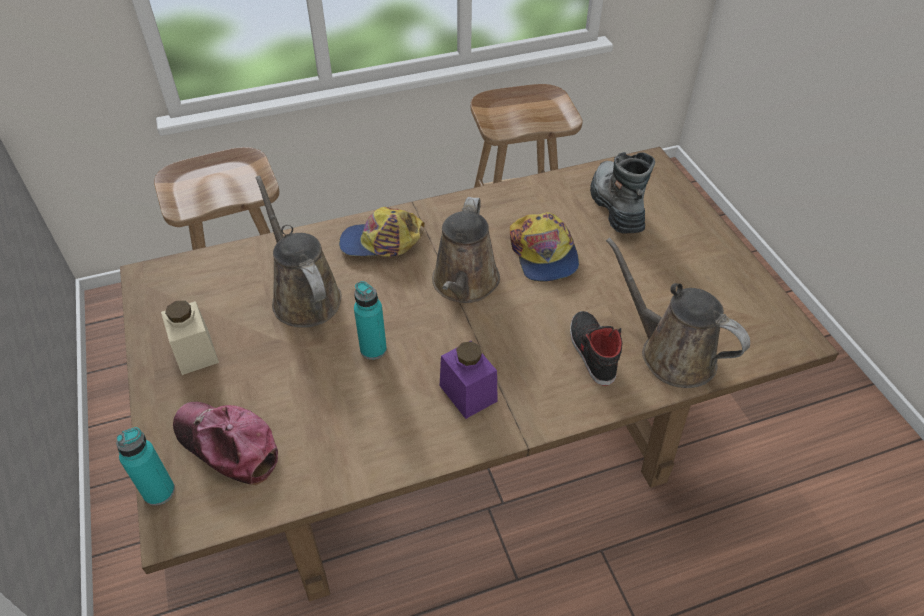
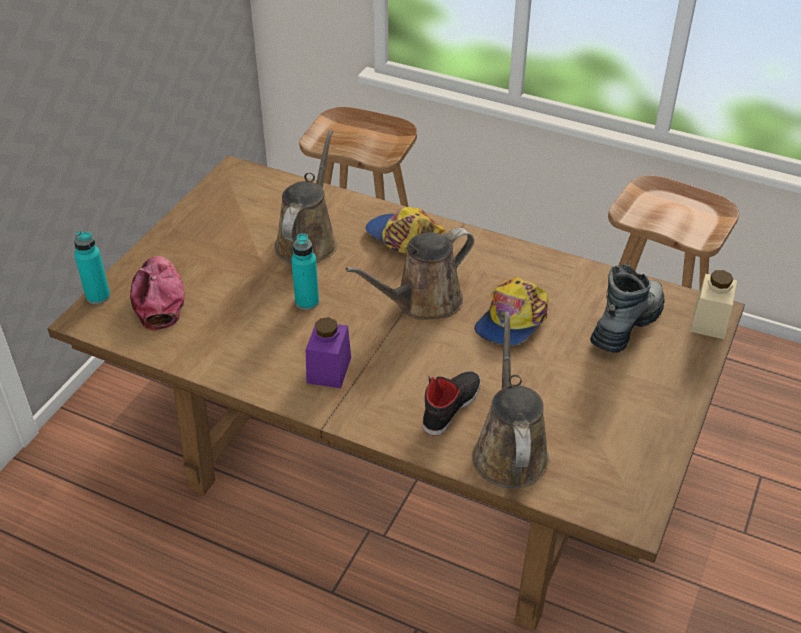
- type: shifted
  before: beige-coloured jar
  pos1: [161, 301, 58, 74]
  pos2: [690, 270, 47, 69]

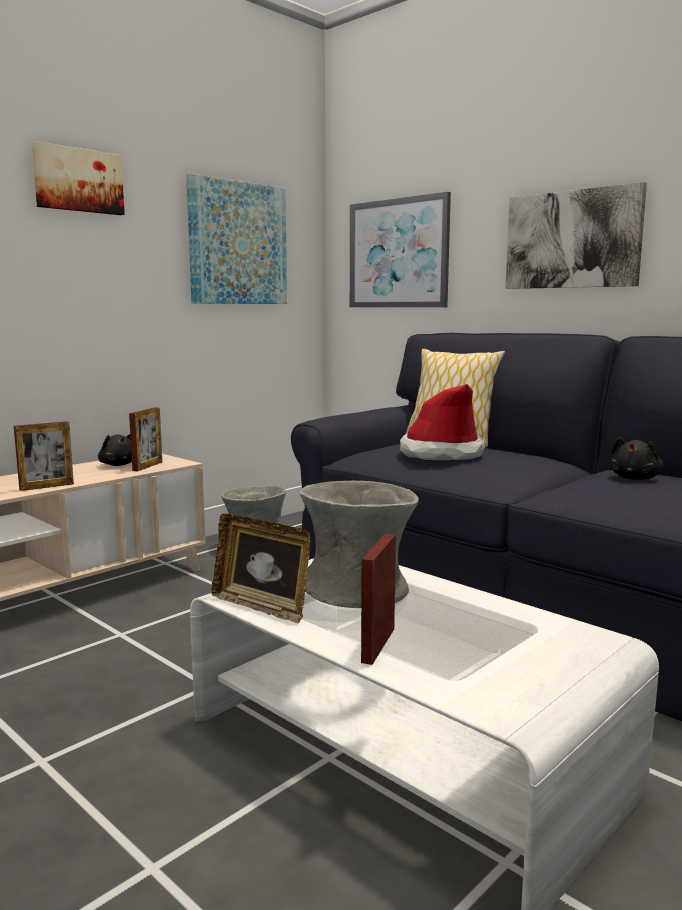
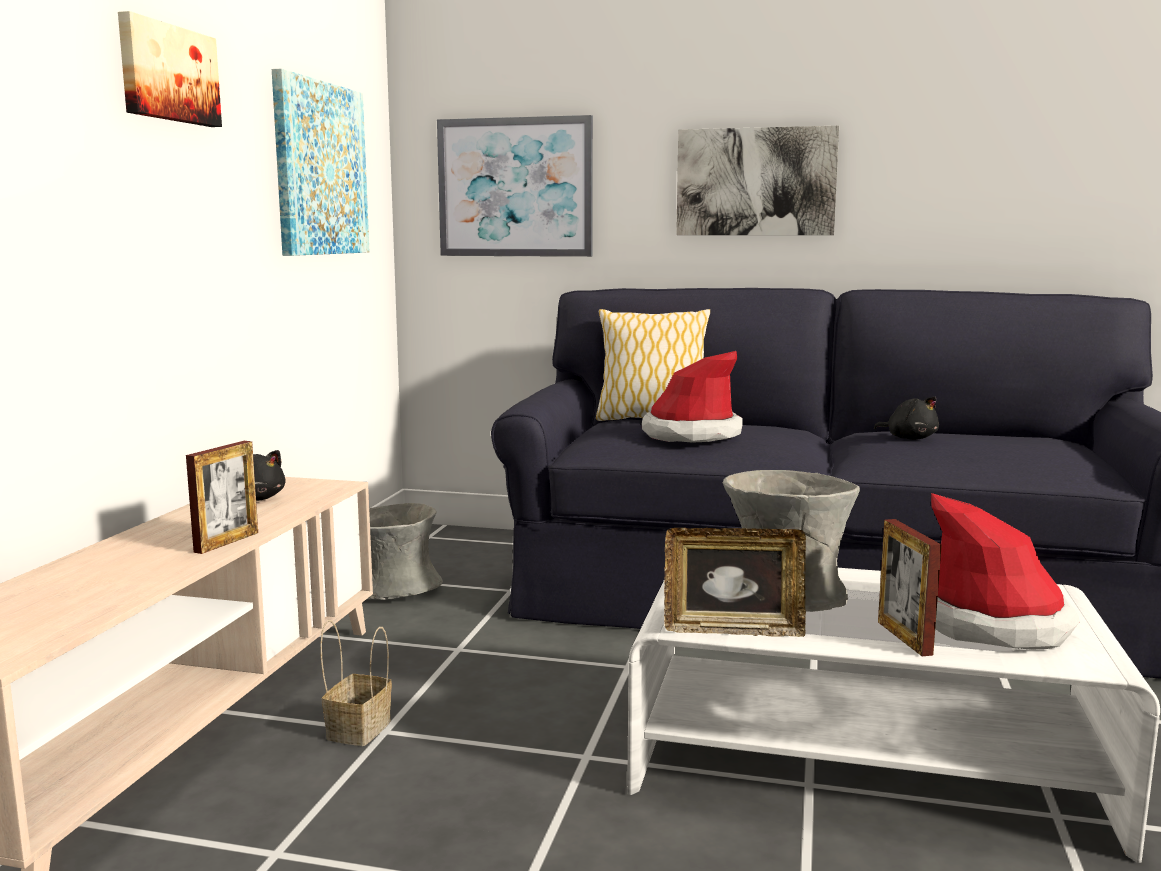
- type: new
  after: household basket
  pos2: [320, 620, 72, 126]
- type: rotated
  before: black plush toy
  pos1: [610, 437, 53, 43]
  pos2: [874, 397, 65, 43]
  turn: -45
- type: new
  after: hat
  pos2: [931, 493, 149, 157]
- type: gone
  before: picture frame
  pos1: [129, 408, 33, 63]

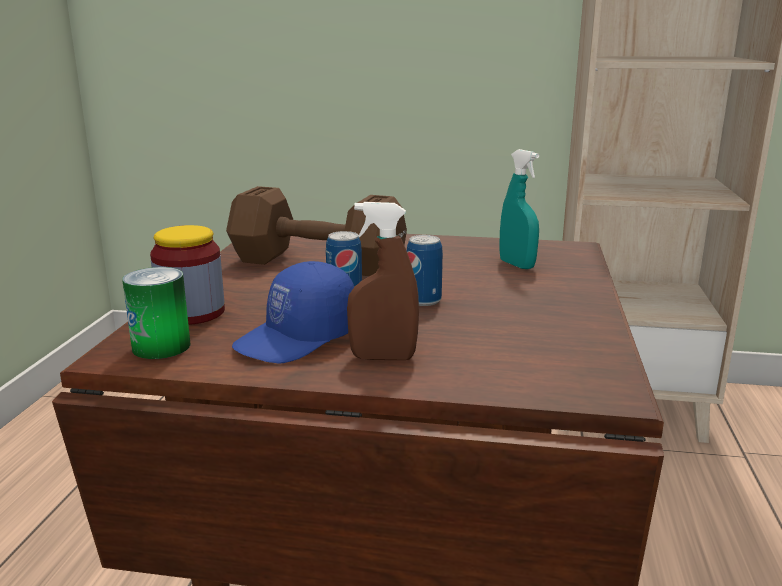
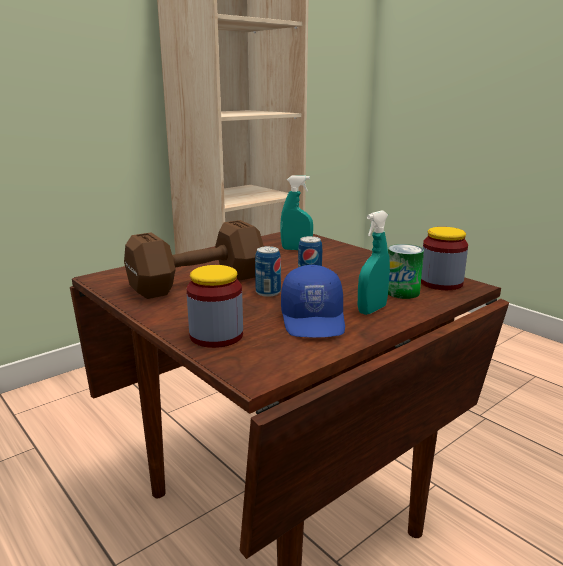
- type: repainted
  before: brown-coloured spray bottle
  after: turquoise-coloured spray bottle
  pos1: [347, 202, 72, 158]
  pos2: [358, 211, 32, 104]
- type: shifted
  before: sealed can
  pos1: [122, 267, 69, 92]
  pos2: [388, 244, 36, 55]
- type: new
  after: jar
  pos2: [421, 227, 47, 63]

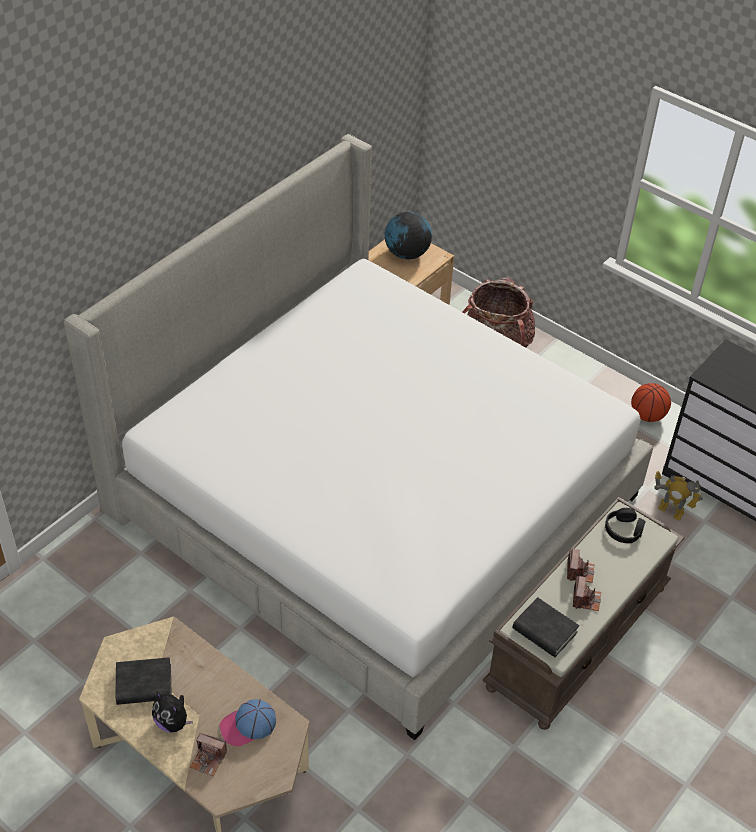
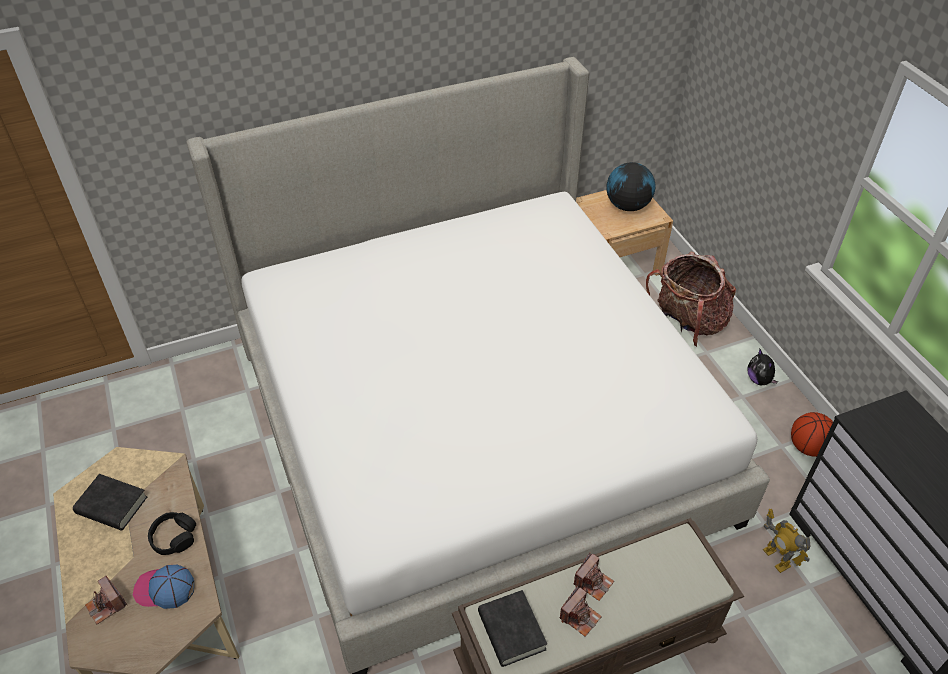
- type: shifted
  before: black pair of headphones
  pos1: [605, 508, 41, 35]
  pos2: [148, 512, 48, 43]
- type: shifted
  before: plush toy
  pos1: [152, 691, 41, 42]
  pos2: [748, 348, 30, 38]

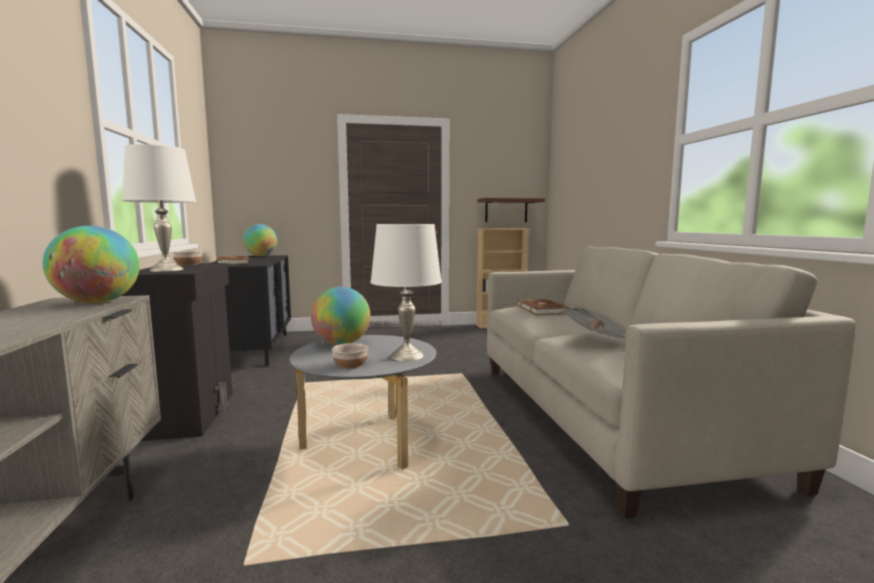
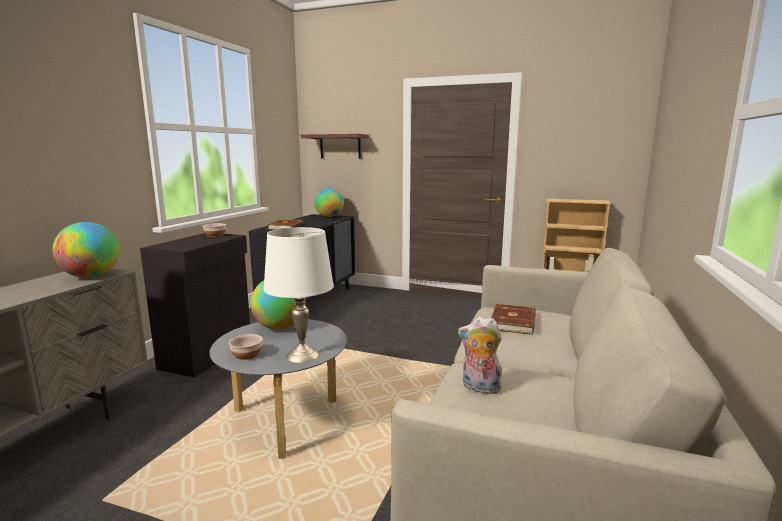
- type: shifted
  before: brown-coloured shelf
  pos1: [477, 198, 68, 24]
  pos2: [301, 134, 67, 25]
- type: swapped
  before: newspaper
  after: plush toy
  pos1: [561, 308, 65, 30]
  pos2: [458, 317, 44, 77]
- type: gone
  before: white lamp for a table
  pos1: [122, 144, 74, 128]

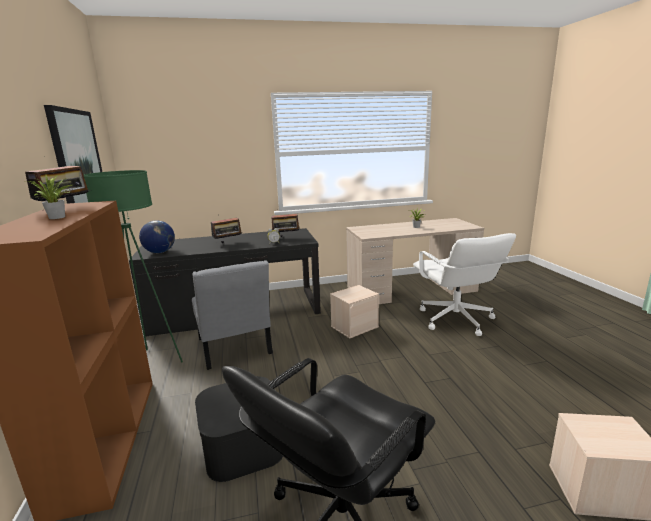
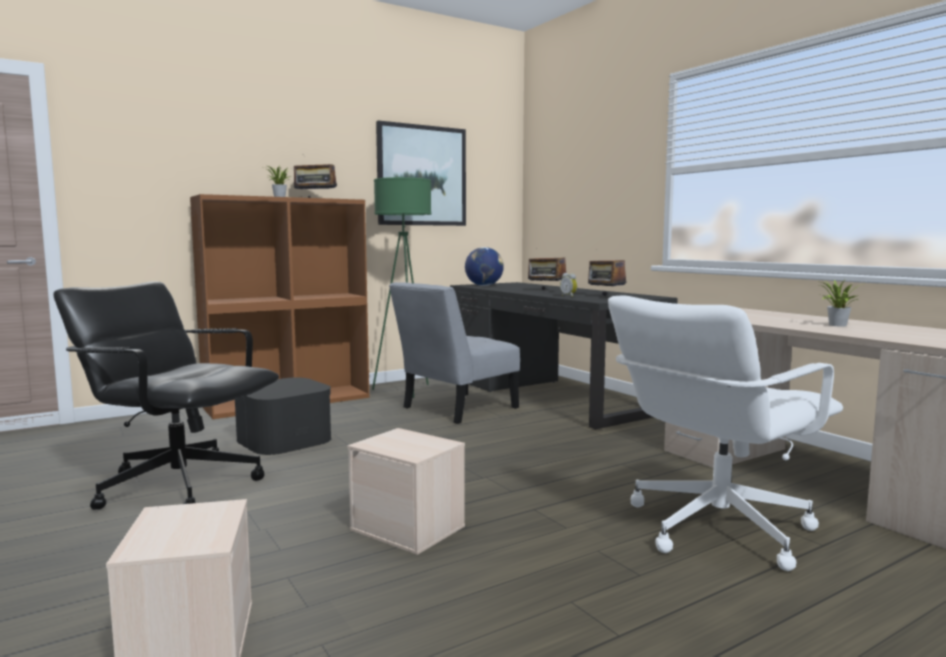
- type: shifted
  before: beige-coloured storage bin
  pos1: [330, 285, 49, 53]
  pos2: [347, 428, 118, 127]

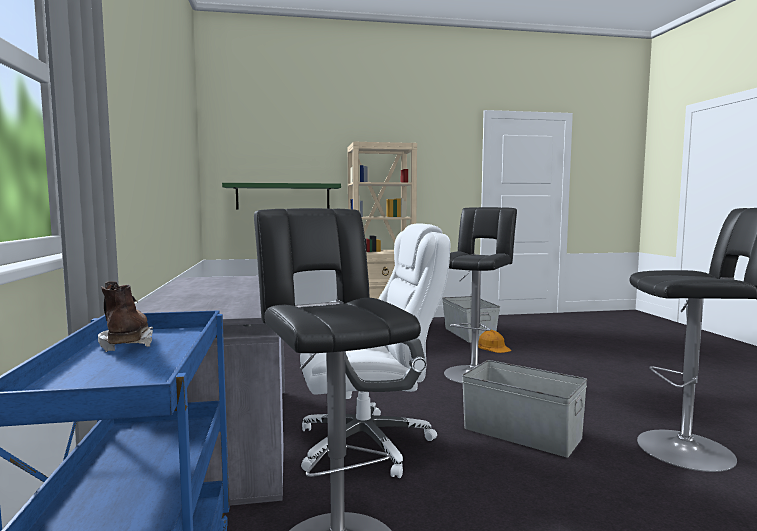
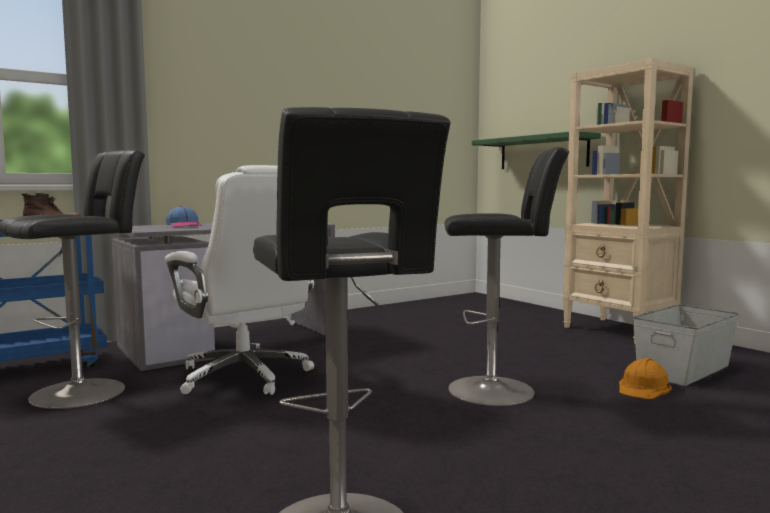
- type: new
  after: cap
  pos2: [166, 206, 36, 21]
- type: gone
  before: greyish storage bin
  pos1: [462, 360, 125, 97]

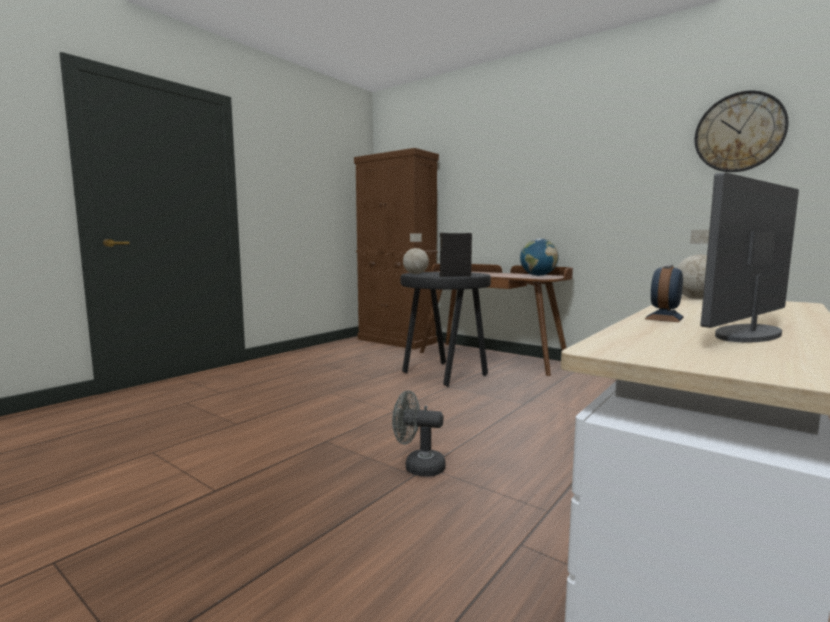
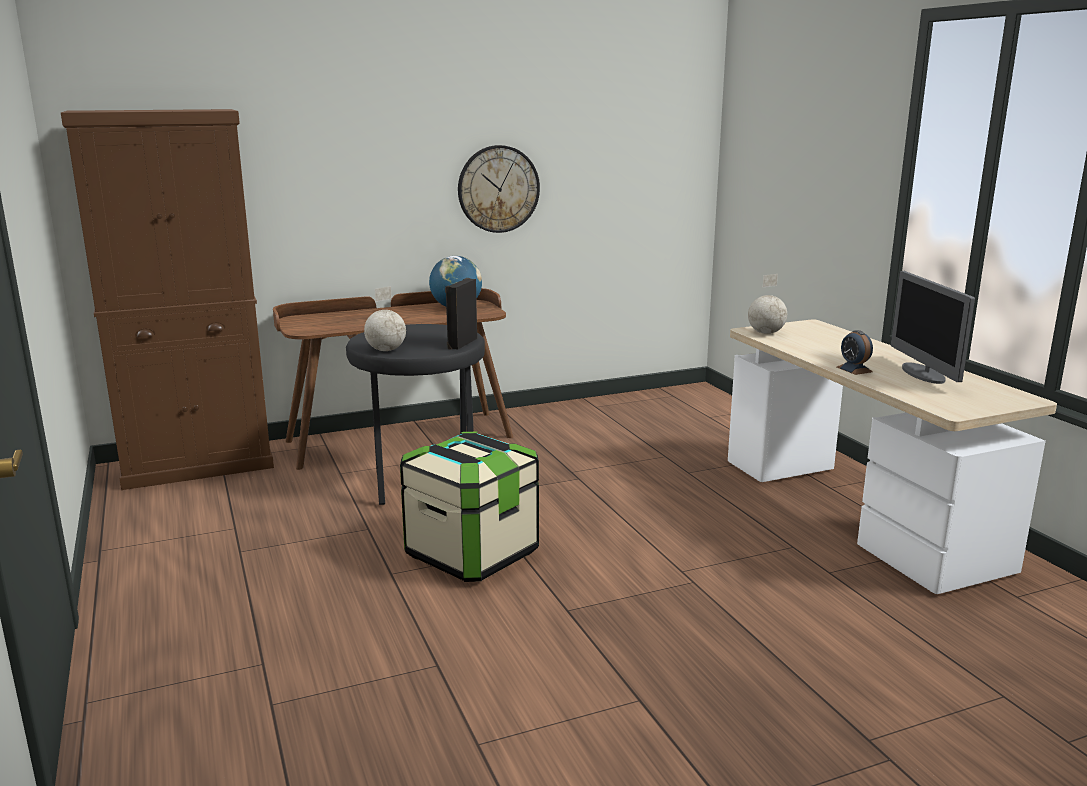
- type: new
  after: storage bin
  pos2: [400, 432, 139, 150]
- type: shifted
  before: clock on the wall
  pos1: [694, 91, 95, 81]
  pos2: [458, 145, 82, 88]
- type: gone
  before: greyish electric fan
  pos1: [392, 390, 54, 86]

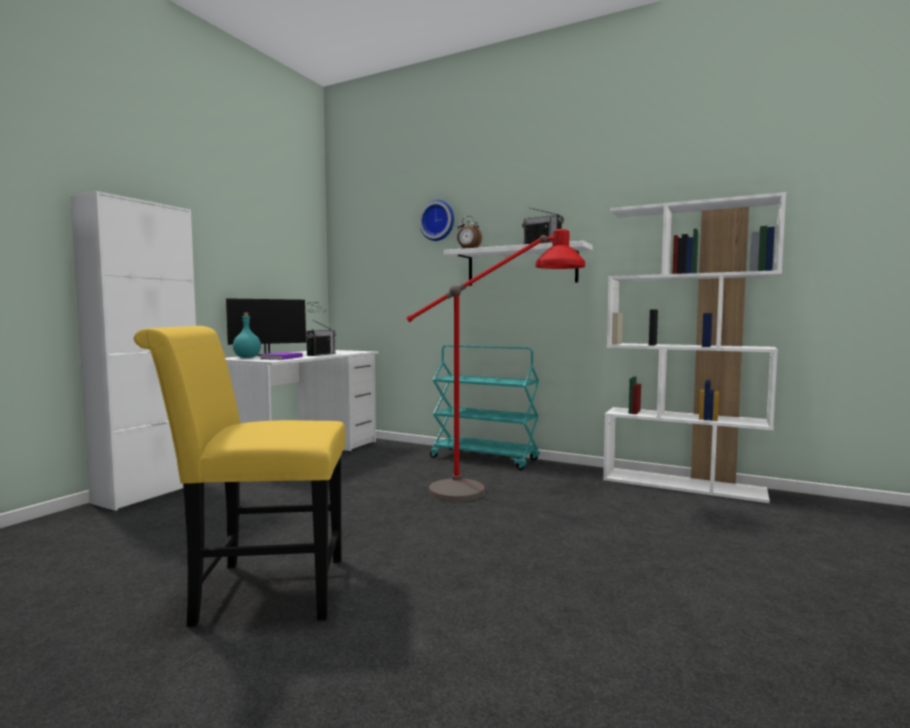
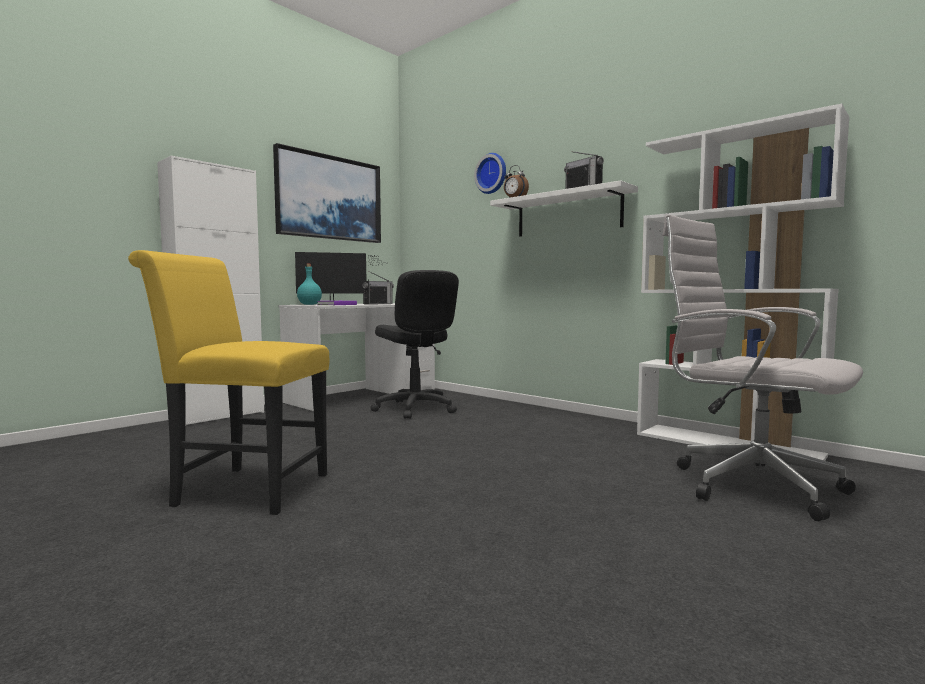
- type: new
  after: wall picture
  pos2: [273, 143, 108, 100]
- type: new
  after: black computer chair
  pos2: [370, 270, 89, 149]
- type: new
  after: white computer chair
  pos2: [663, 215, 200, 306]
- type: gone
  before: red floor lamp
  pos1: [406, 229, 179, 273]
- type: gone
  before: turquoise-coloured cart
  pos1: [430, 345, 110, 125]

